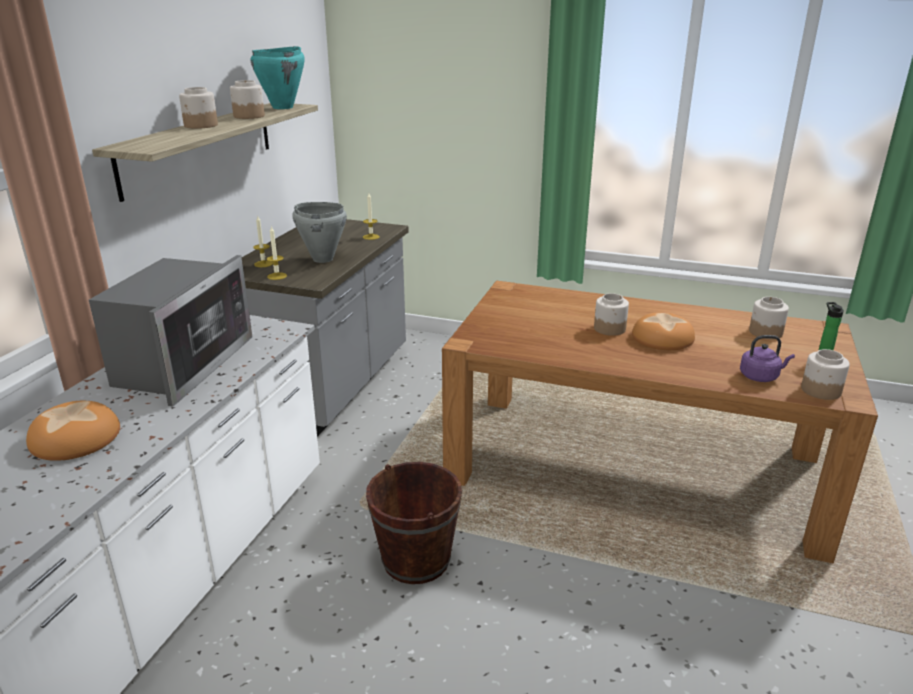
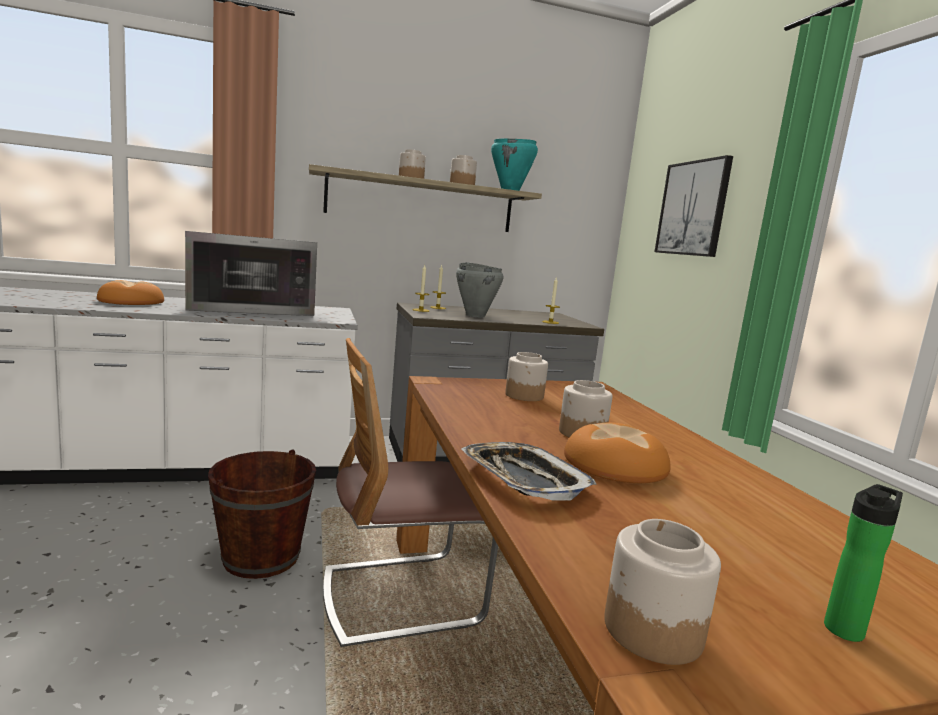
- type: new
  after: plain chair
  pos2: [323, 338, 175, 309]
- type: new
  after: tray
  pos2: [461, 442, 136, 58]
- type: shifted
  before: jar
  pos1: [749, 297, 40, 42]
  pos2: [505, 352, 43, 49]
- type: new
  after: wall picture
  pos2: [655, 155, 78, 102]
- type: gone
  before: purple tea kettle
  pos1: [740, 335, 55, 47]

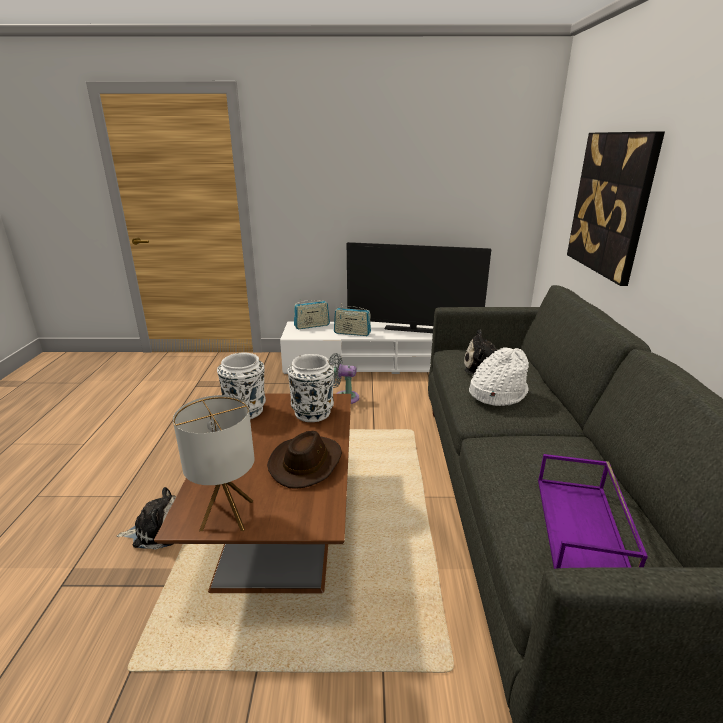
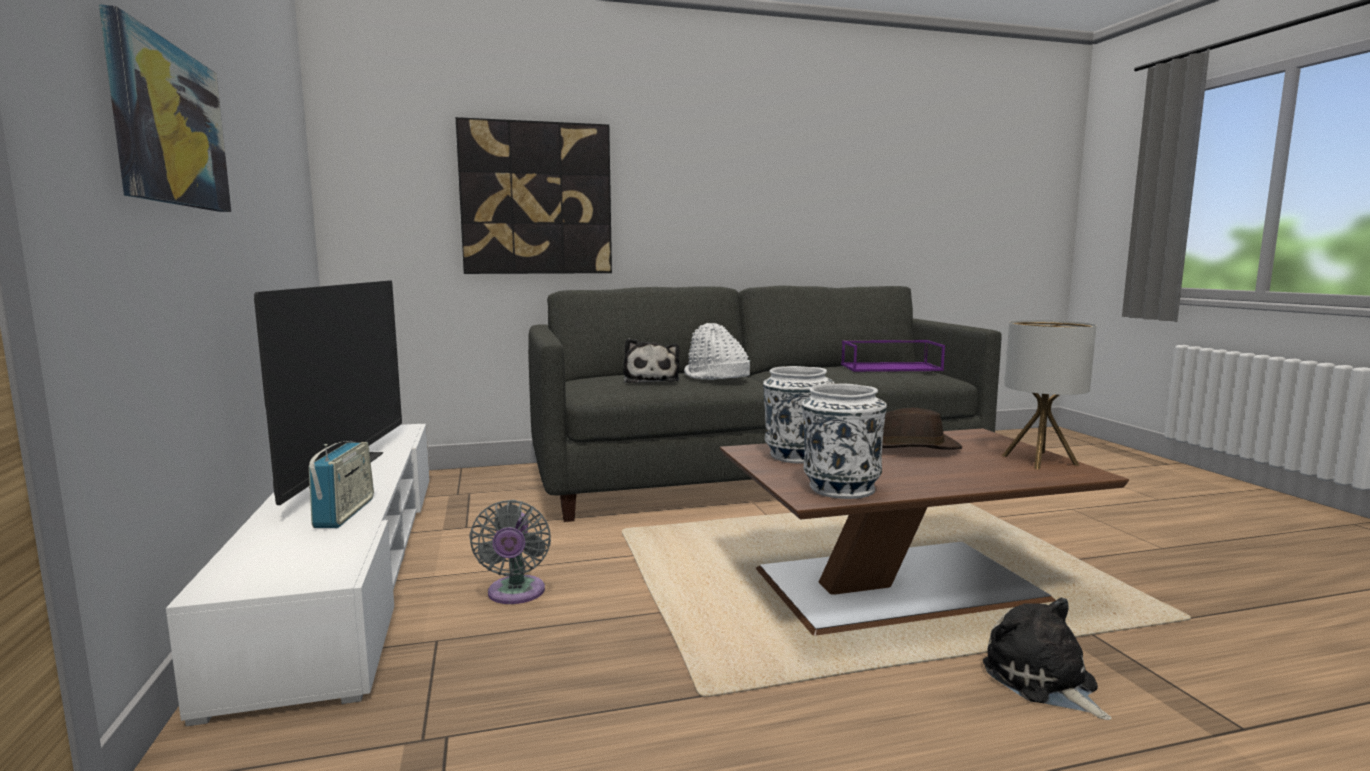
- type: new
  after: wall picture
  pos2: [99, 4, 132, 208]
- type: gone
  before: radio set
  pos1: [294, 299, 36, 30]

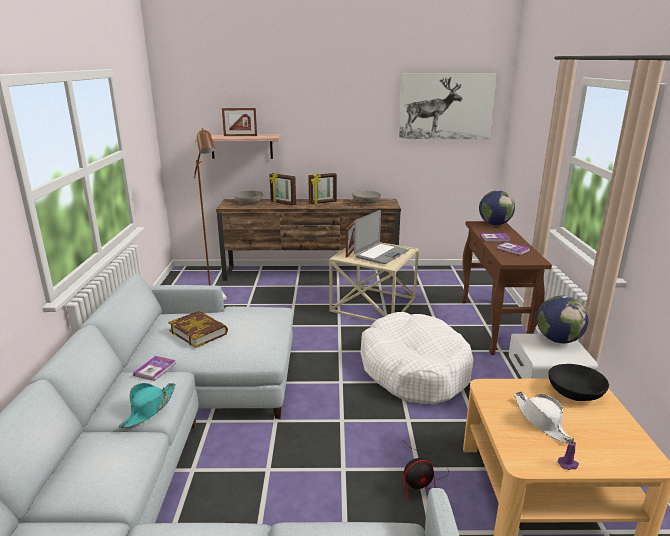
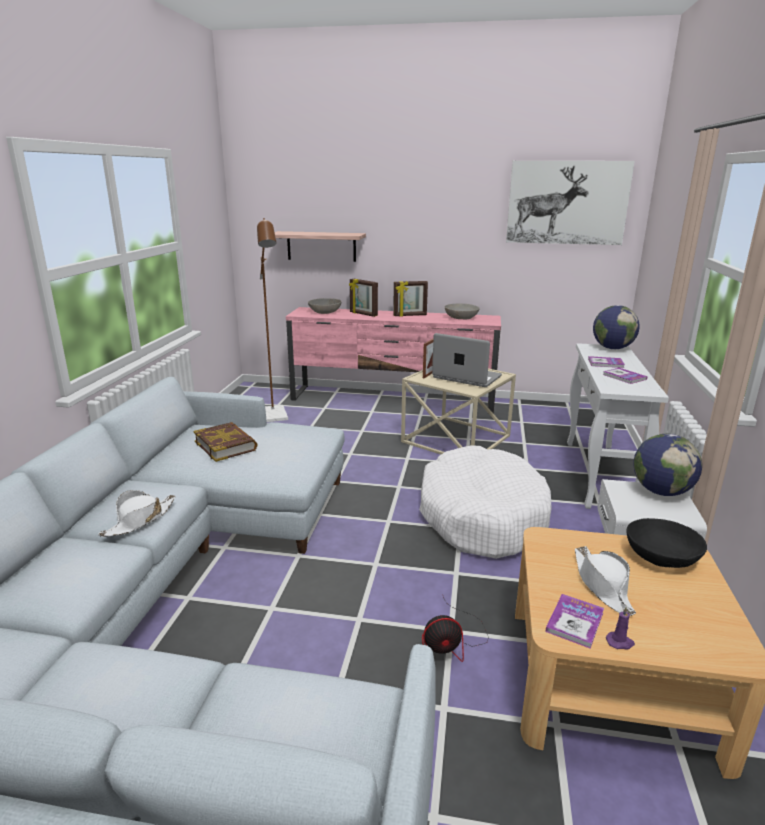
- type: repainted
  before: turquoise-coloured hat
  after: white hat
  pos1: [119, 383, 57, 45]
  pos2: [98, 490, 78, 47]
- type: repainted
  before: brown-coloured tv unit
  after: pinkish tv unit
  pos1: [216, 199, 185, 82]
  pos2: [286, 307, 215, 107]
- type: rotated
  before: portable computer
  pos1: [354, 210, 55, 54]
  pos2: [432, 333, 70, 54]
  turn: -105
- type: shifted
  before: book
  pos1: [133, 356, 43, 25]
  pos2: [545, 594, 59, 54]
- type: repainted
  before: brown-coloured hall table
  after: white hall table
  pos1: [462, 221, 90, 134]
  pos2: [567, 343, 102, 166]
- type: gone
  before: picture frame
  pos1: [222, 108, 35, 28]

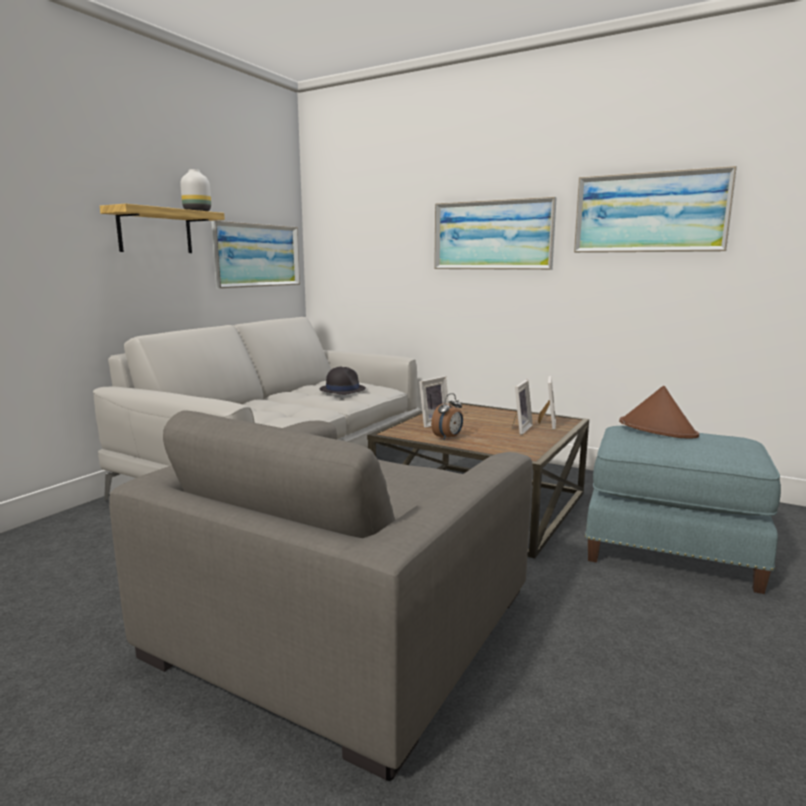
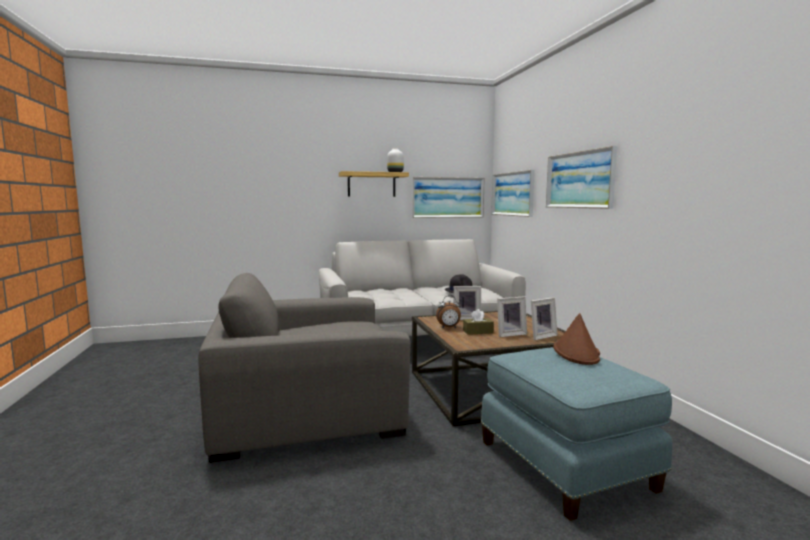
- type: new
  after: brown-coloured tissue box
  pos2: [463, 309, 31, 26]
- type: shifted
  before: wall picture
  pos1: [574, 166, 163, 87]
  pos2: [491, 170, 44, 47]

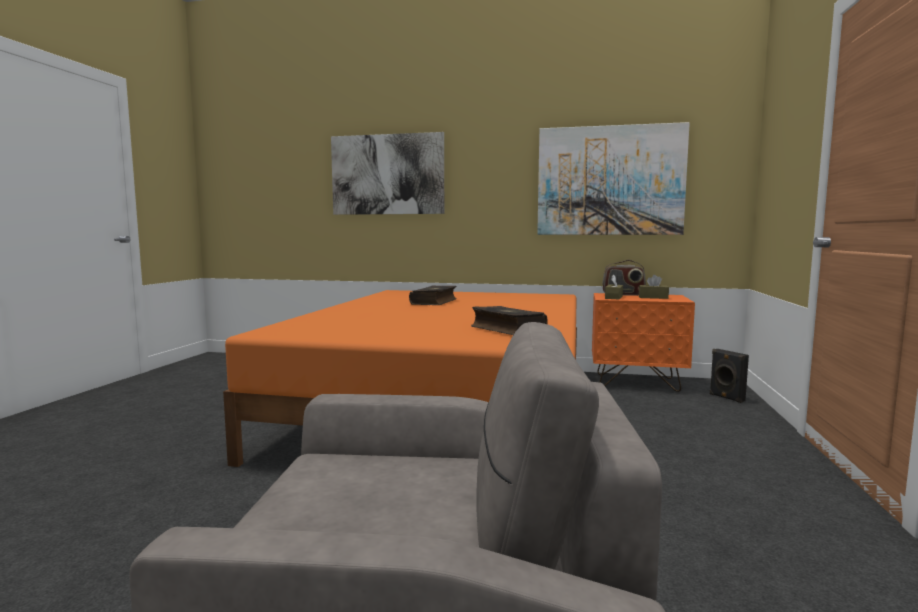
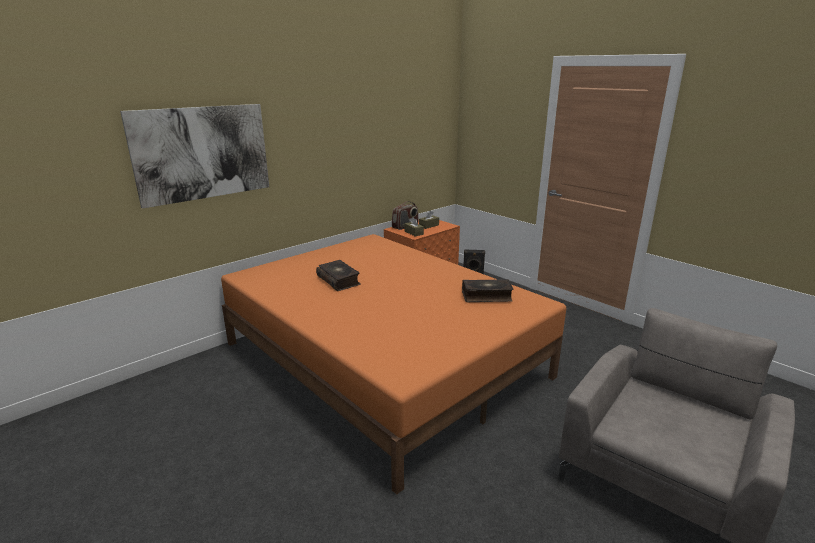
- type: gone
  before: wall picture
  pos1: [537, 122, 153, 113]

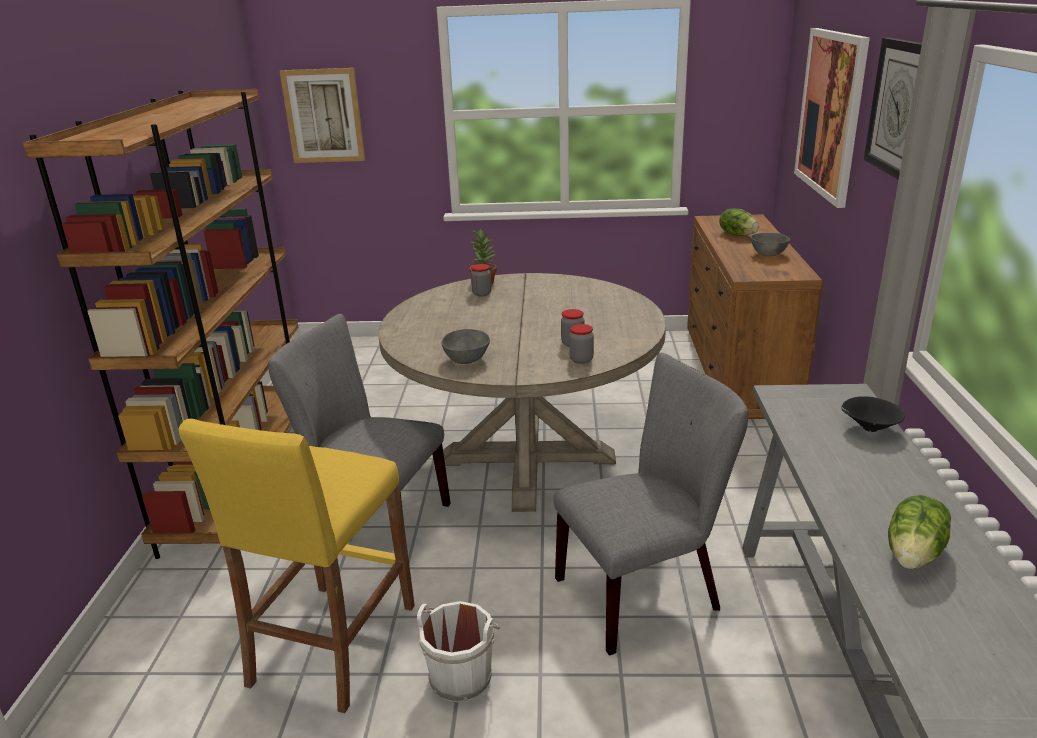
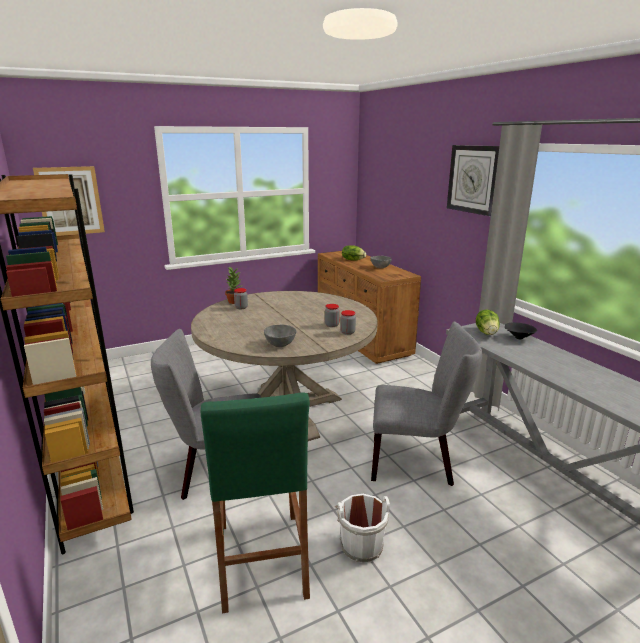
- type: repainted
  before: yellow stool
  after: green stool
  pos1: [179, 419, 236, 294]
  pos2: [201, 392, 109, 222]
- type: rotated
  before: greyish plain chair
  pos1: [553, 353, 195, 303]
  pos2: [371, 322, 111, 164]
  turn: 60
- type: shifted
  before: lettuce head
  pos1: [888, 495, 63, 74]
  pos2: [476, 310, 24, 25]
- type: gone
  before: wall picture
  pos1: [794, 28, 76, 180]

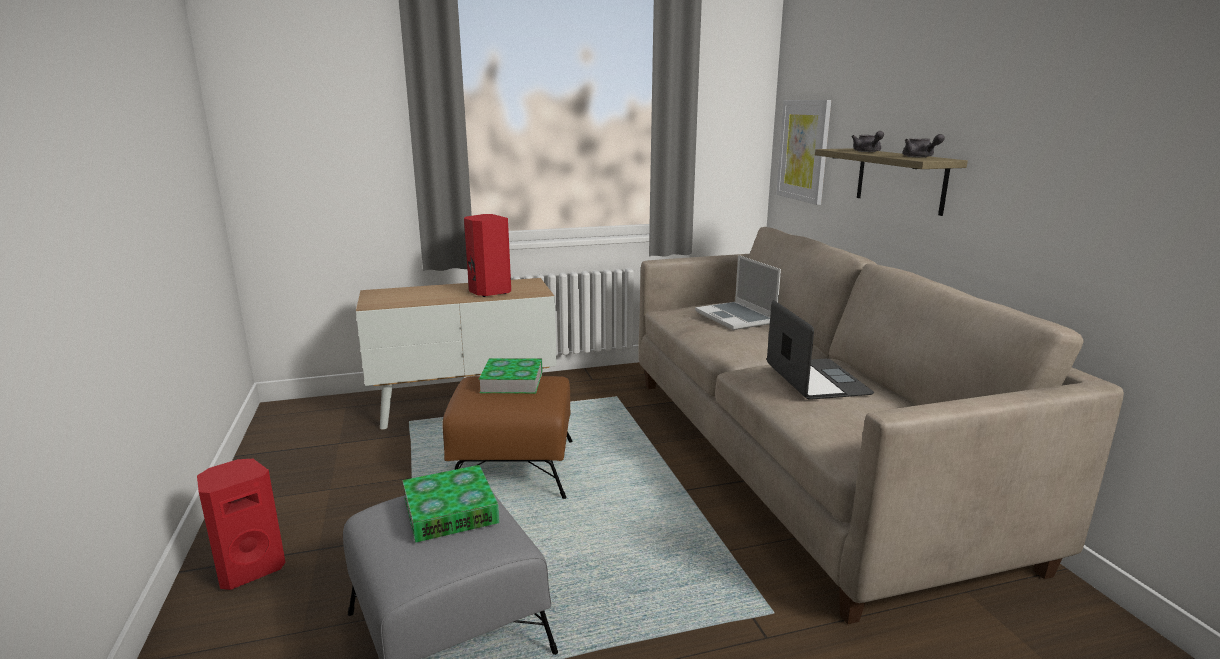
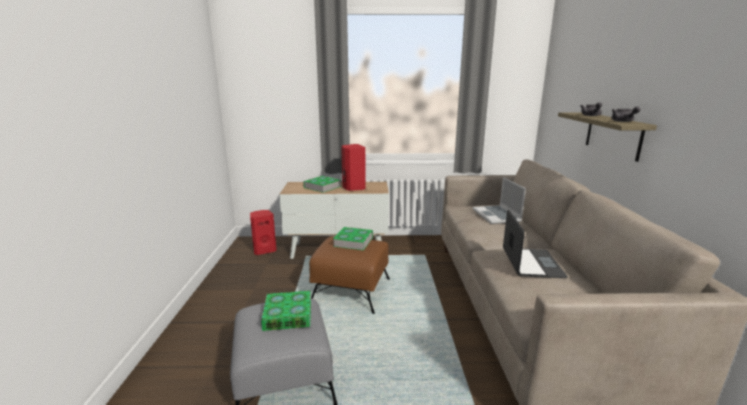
- type: shifted
  before: red speaker
  pos1: [197, 459, 89, 131]
  pos2: [250, 210, 27, 45]
- type: new
  after: book
  pos2: [303, 176, 38, 17]
- type: gone
  before: wall picture
  pos1: [776, 100, 55, 105]

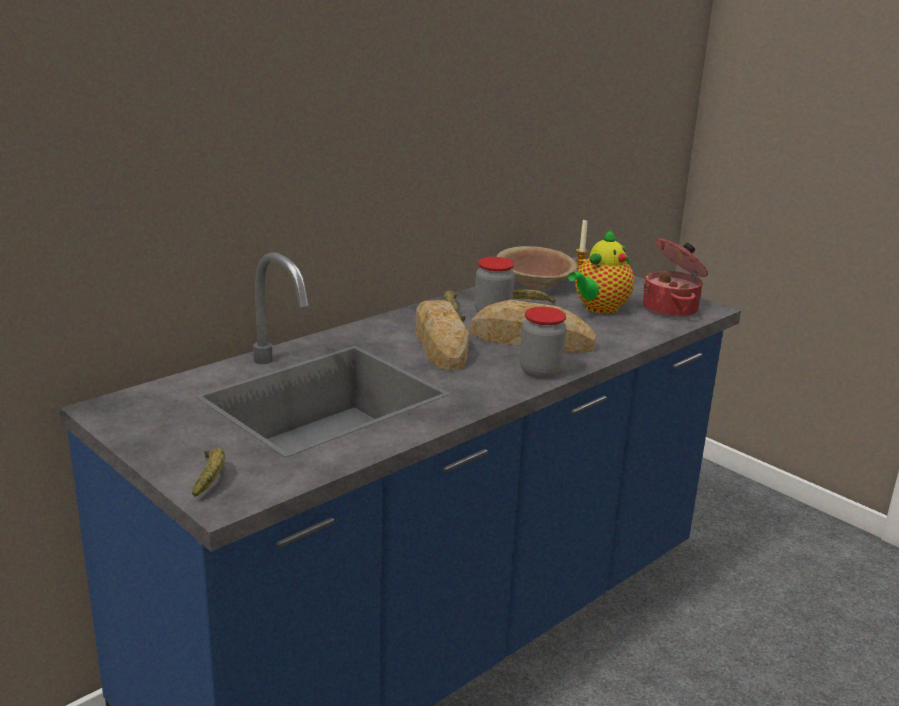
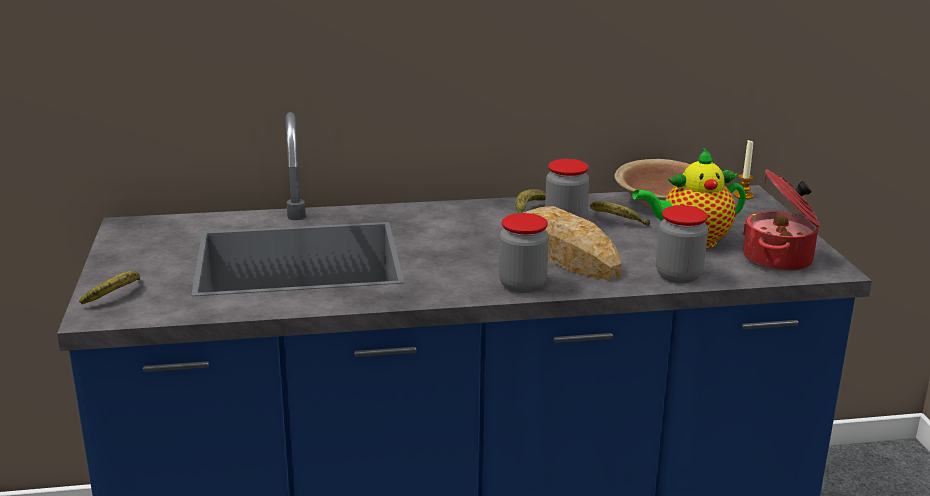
- type: new
  after: jar
  pos2: [656, 205, 52, 78]
- type: gone
  before: baked bread
  pos1: [416, 300, 53, 70]

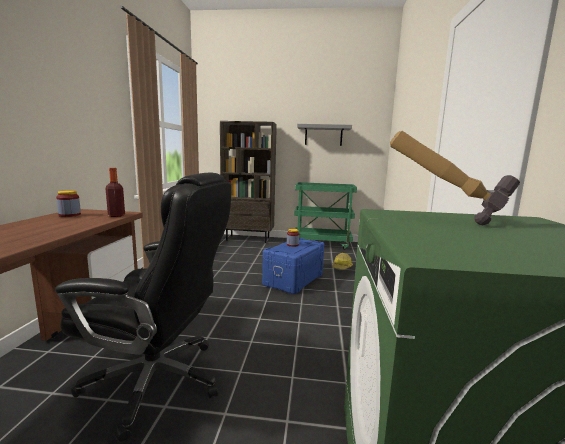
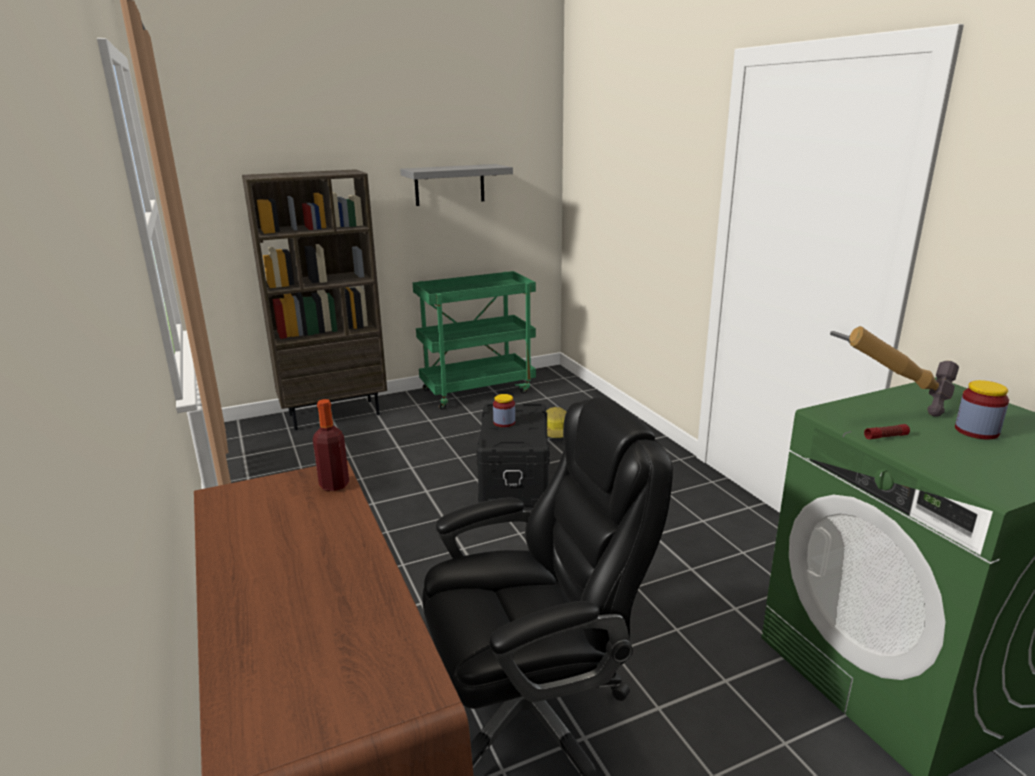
- type: repainted
  before: blue-coloured storage bin
  after: black storage bin
  pos1: [262, 238, 62, 56]
  pos2: [476, 403, 73, 104]
- type: new
  after: hand torch
  pos2: [864, 424, 46, 15]
- type: shifted
  before: jar
  pos1: [56, 190, 25, 27]
  pos2: [955, 380, 54, 59]

